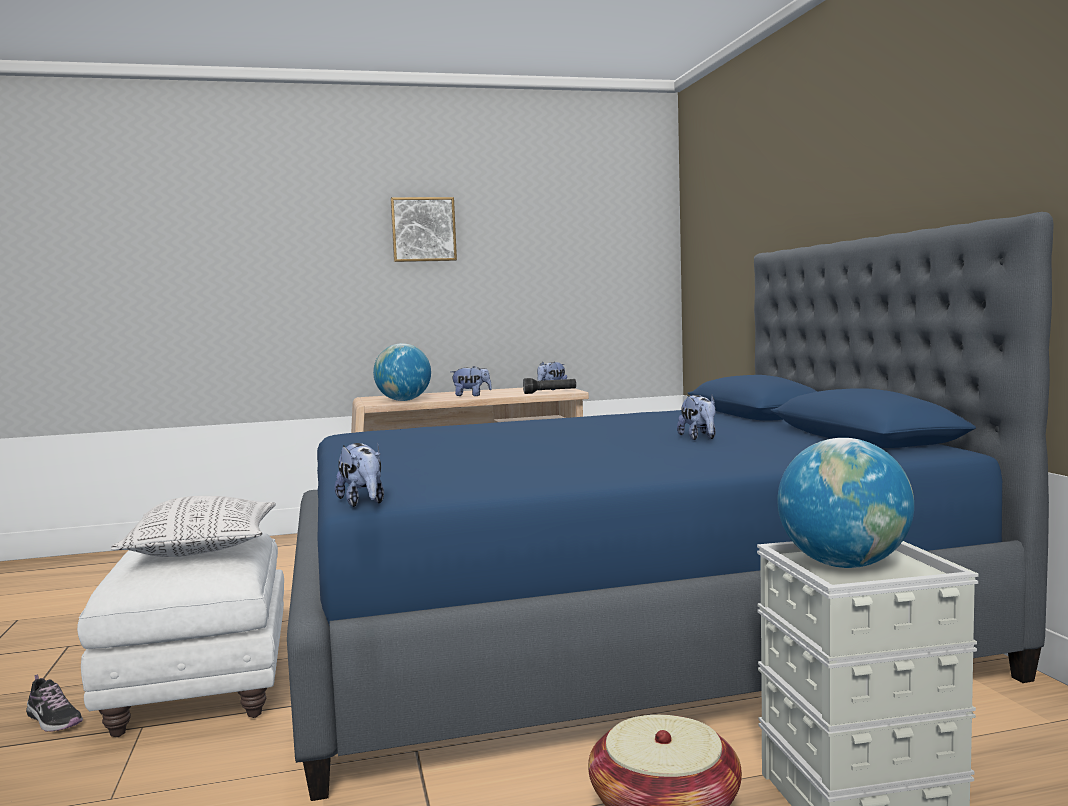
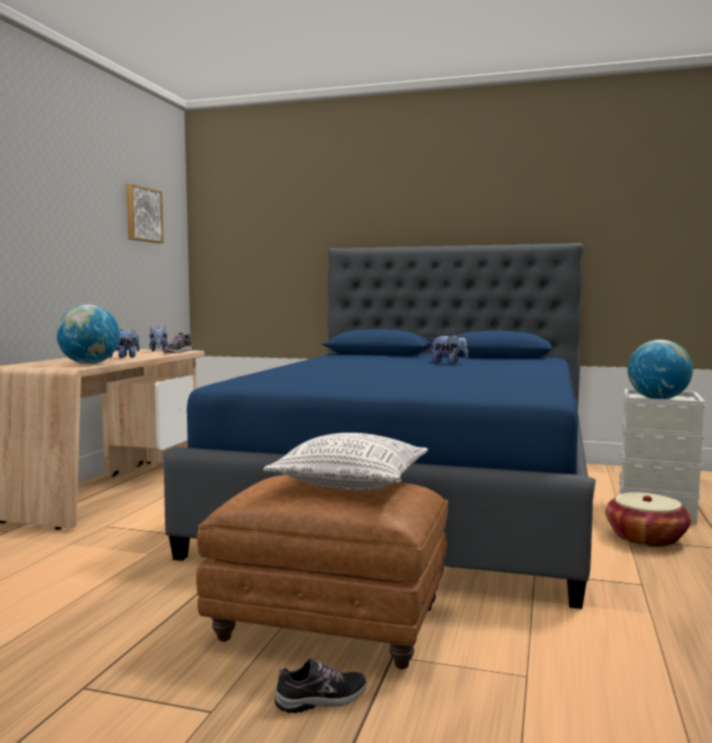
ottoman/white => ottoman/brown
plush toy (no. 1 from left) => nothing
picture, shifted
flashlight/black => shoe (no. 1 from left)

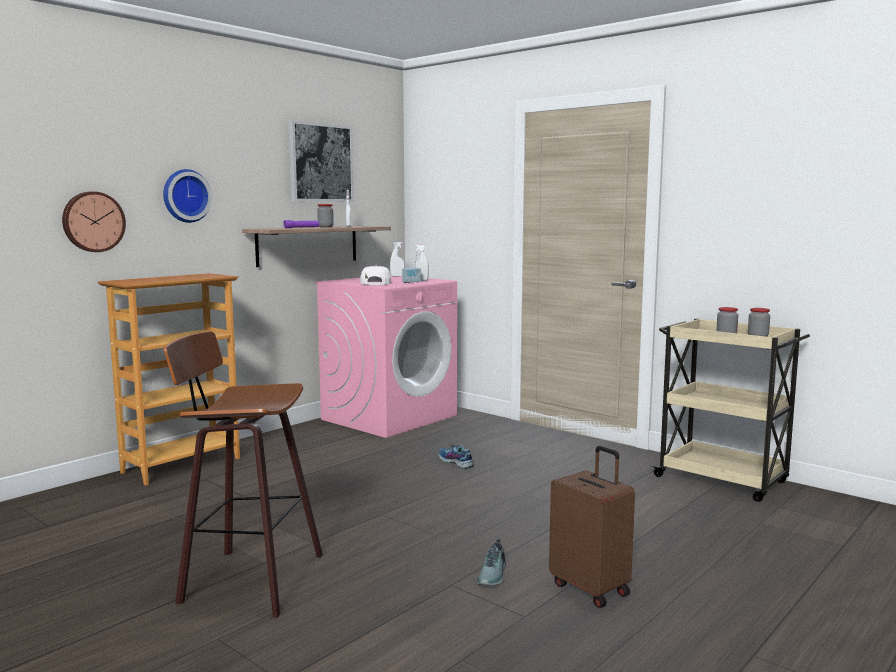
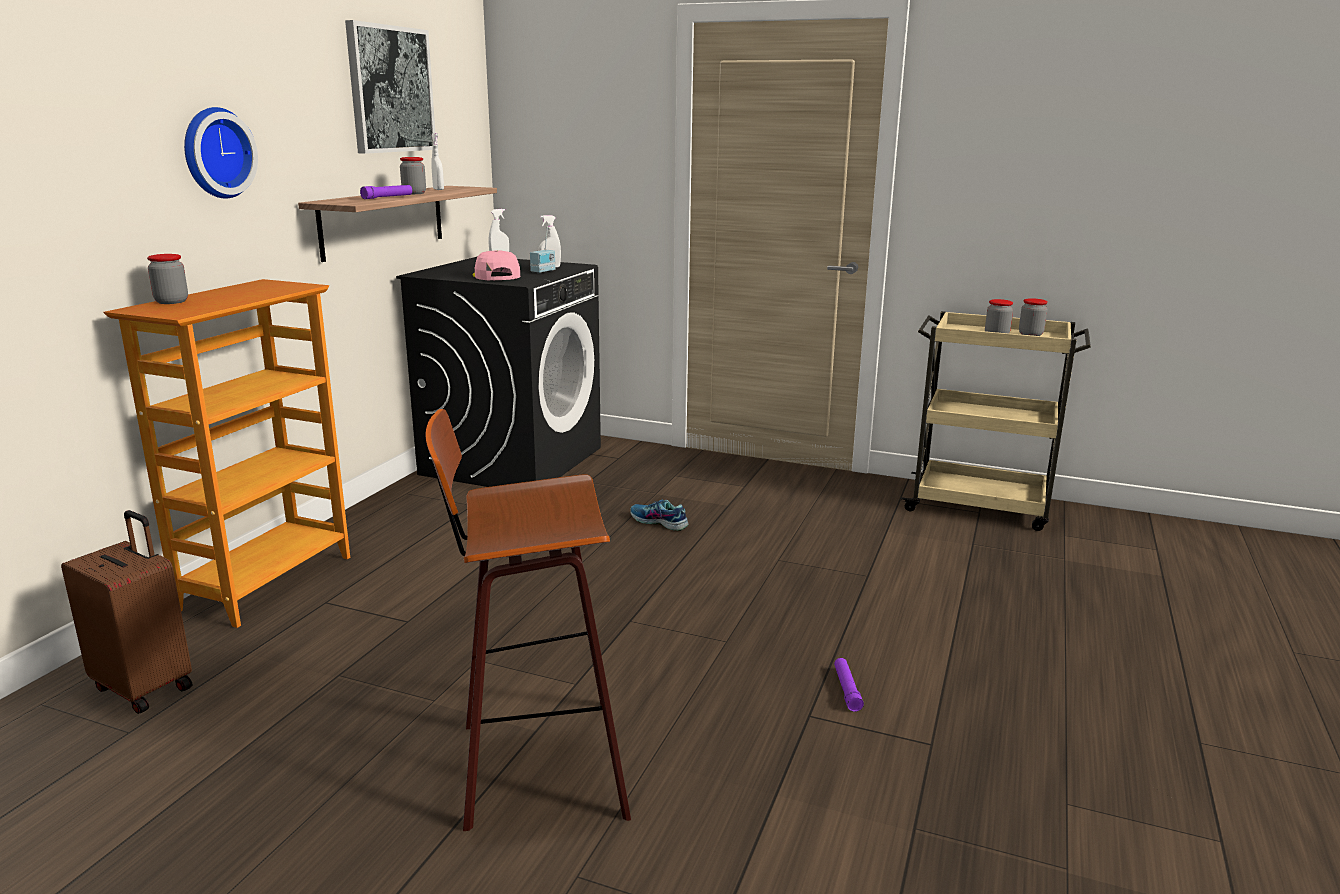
wall clock (no. 1 from left) => nothing
washing machine/pink => washing machine/black
cap/white => cap/pink
shoe (no. 2 from left) => flashlight/purple (no. 2 from left)
suitcase/brown, shifted
nothing => jar (no. 1 from left)

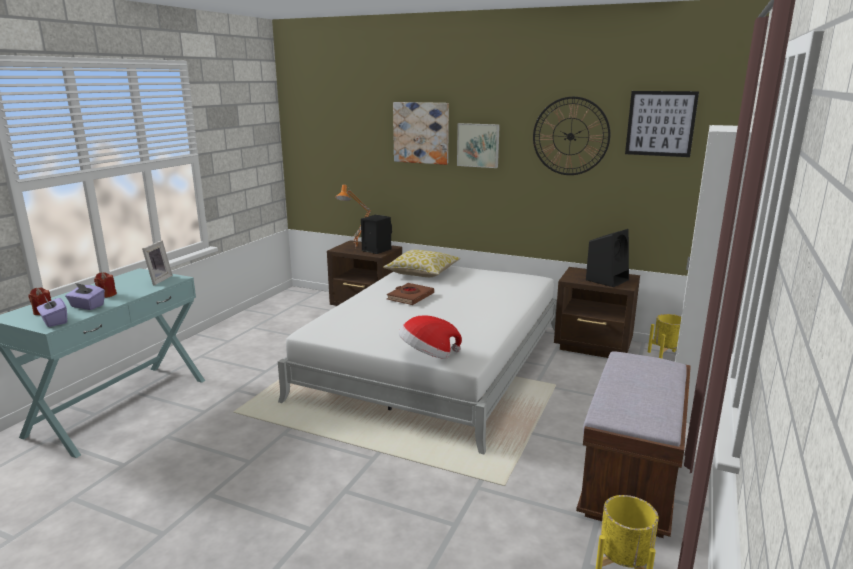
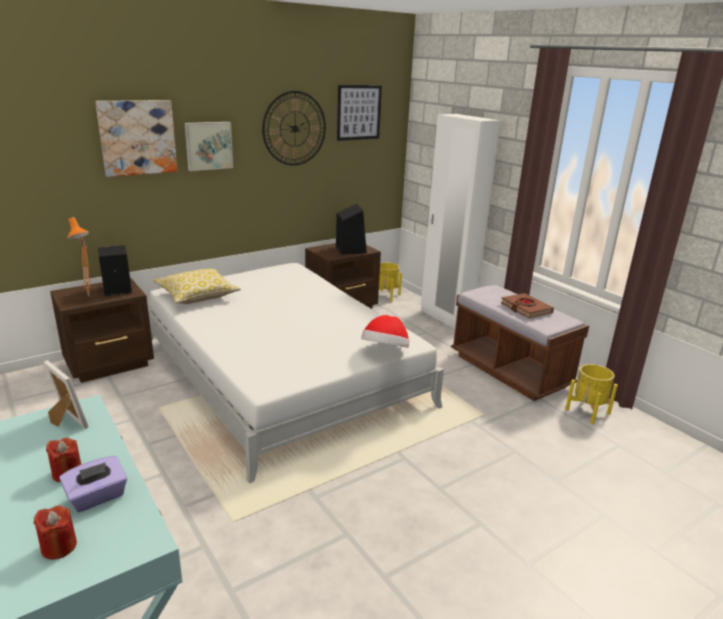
tissue box/purple (no. 1 from left) => nothing
book/brown, shifted

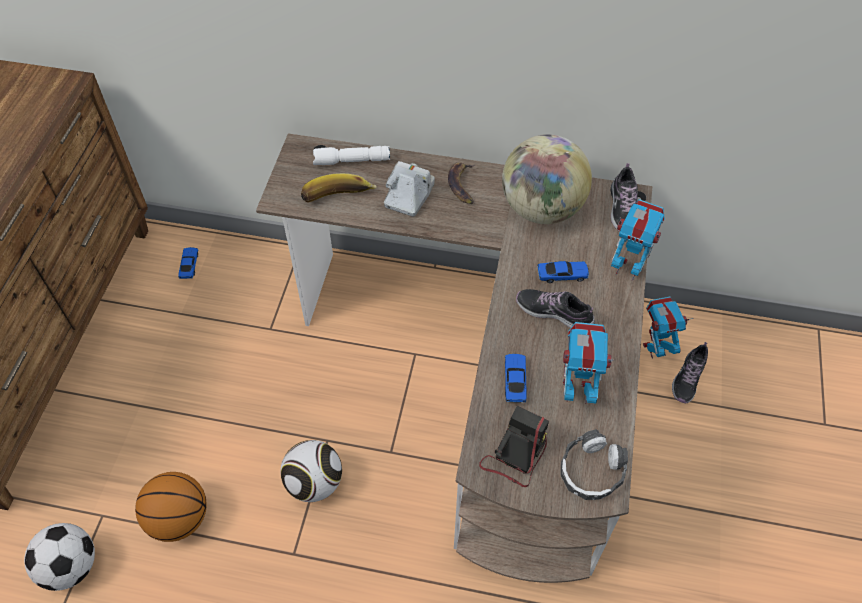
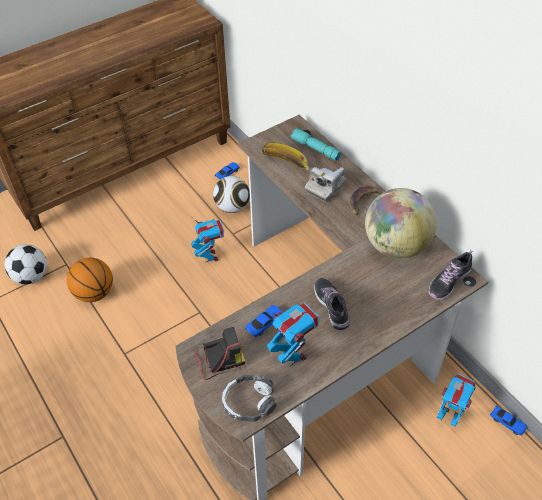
football (no. 2 from left), shifted
flashlight/white => flashlight/turquoise
photo camera (no. 1 from left in the first image) => photo camera (no. 2 from left), 150 degrees clockwise
toy car (no. 3 from left), shifted
toy robot (no. 2 from left in the first image) => toy robot (no. 1 from left), shifted
shoe (no. 3 from left) => nothing

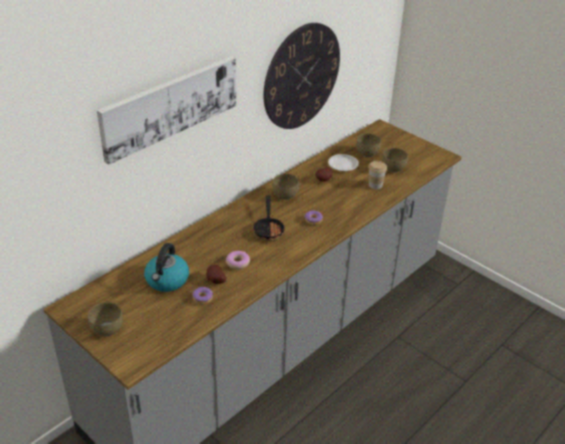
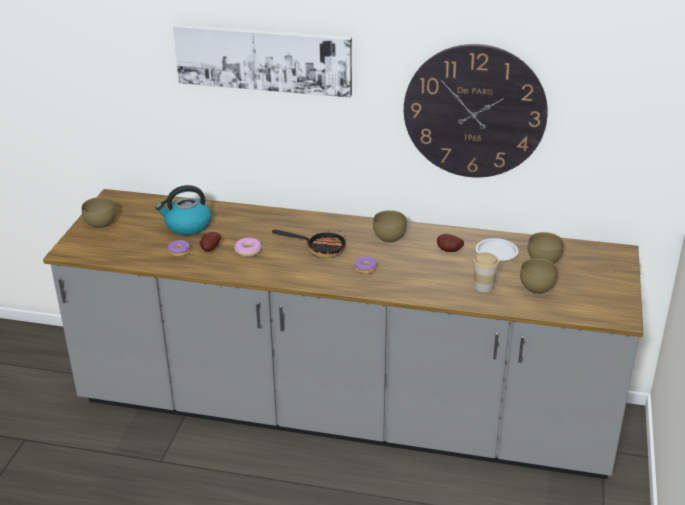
frying pan, 135 degrees counterclockwise

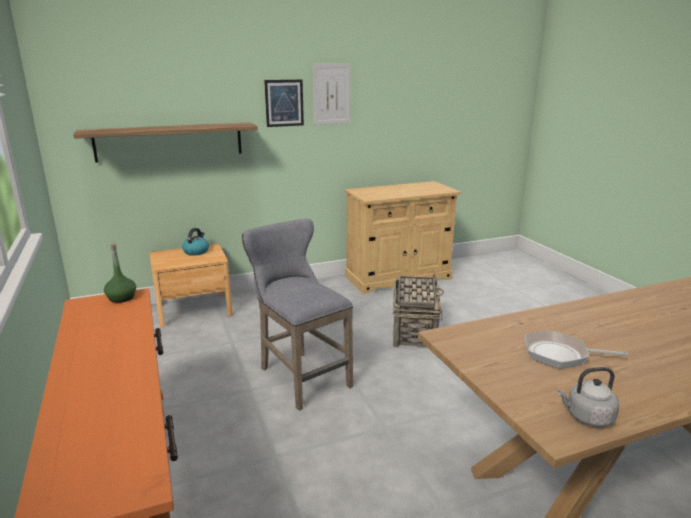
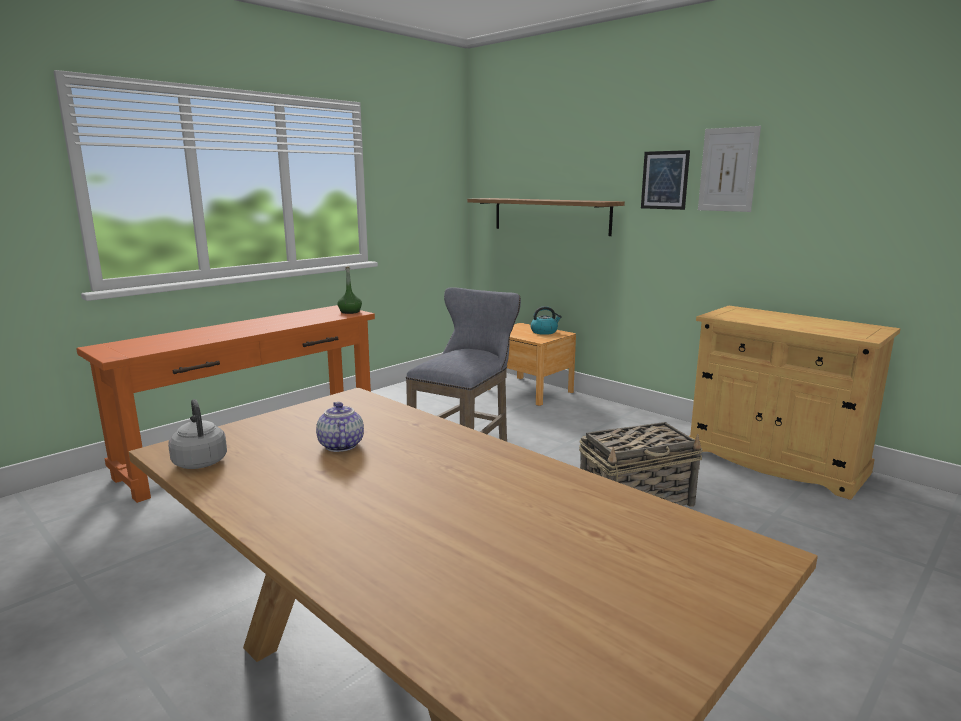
frying pan => teapot

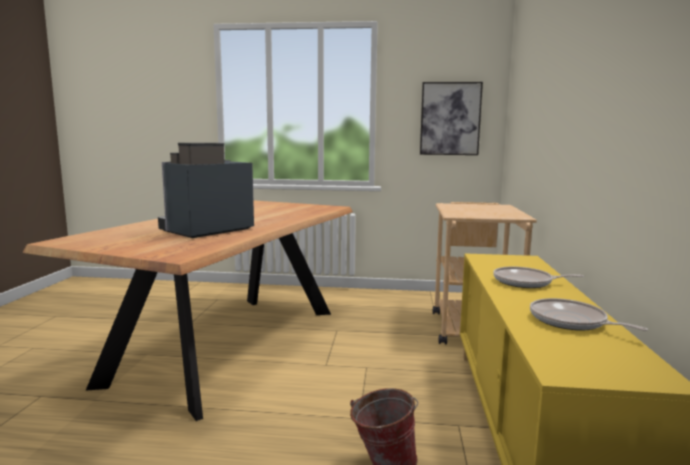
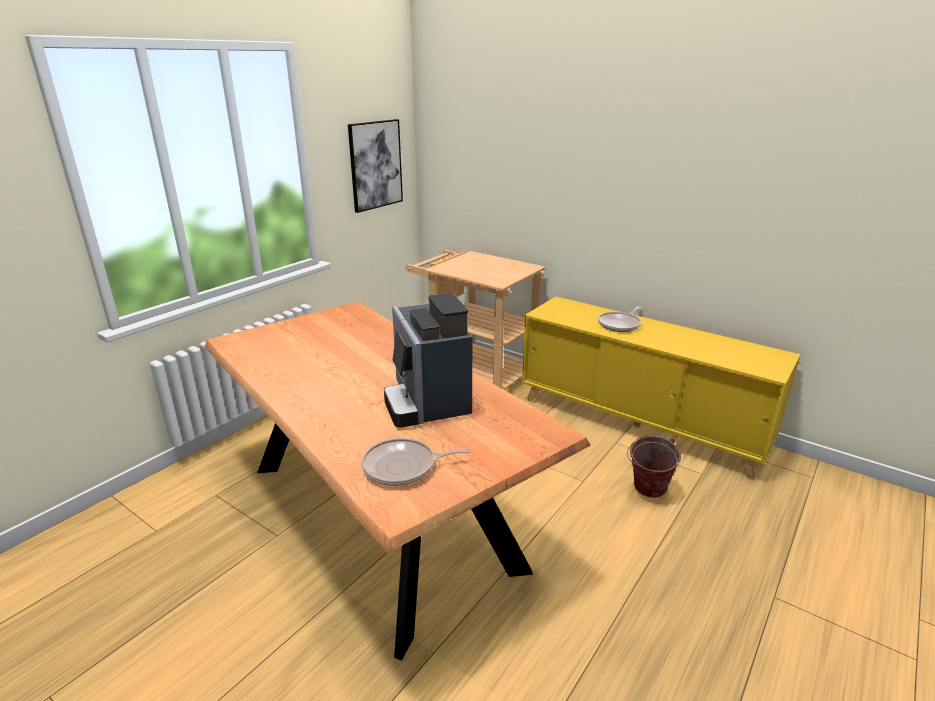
frying pan (no. 2 from left in the first image) => frying pan (no. 1 from left), shifted

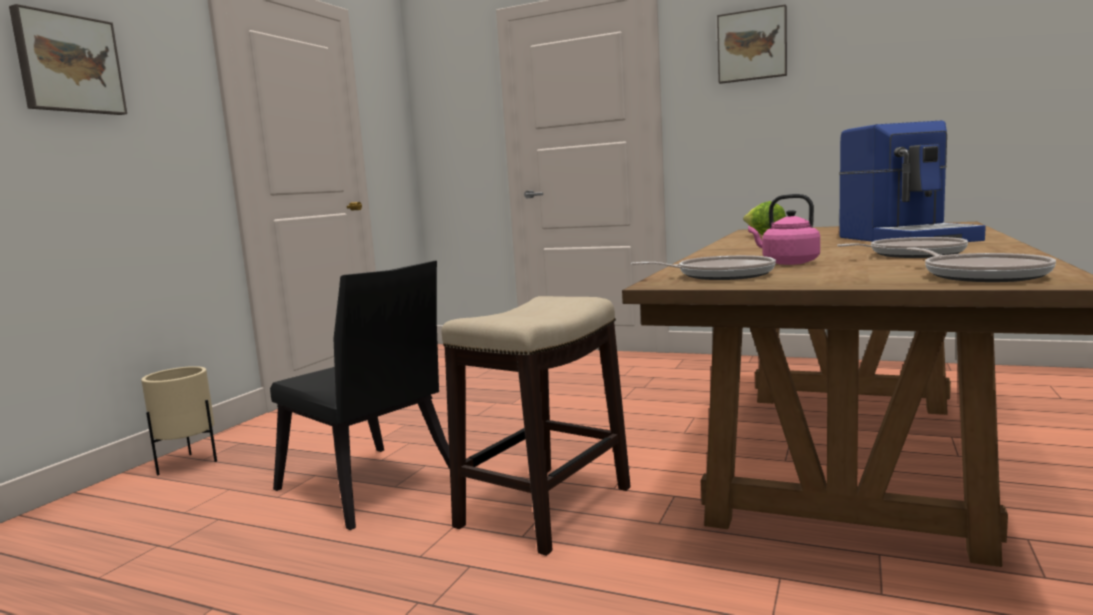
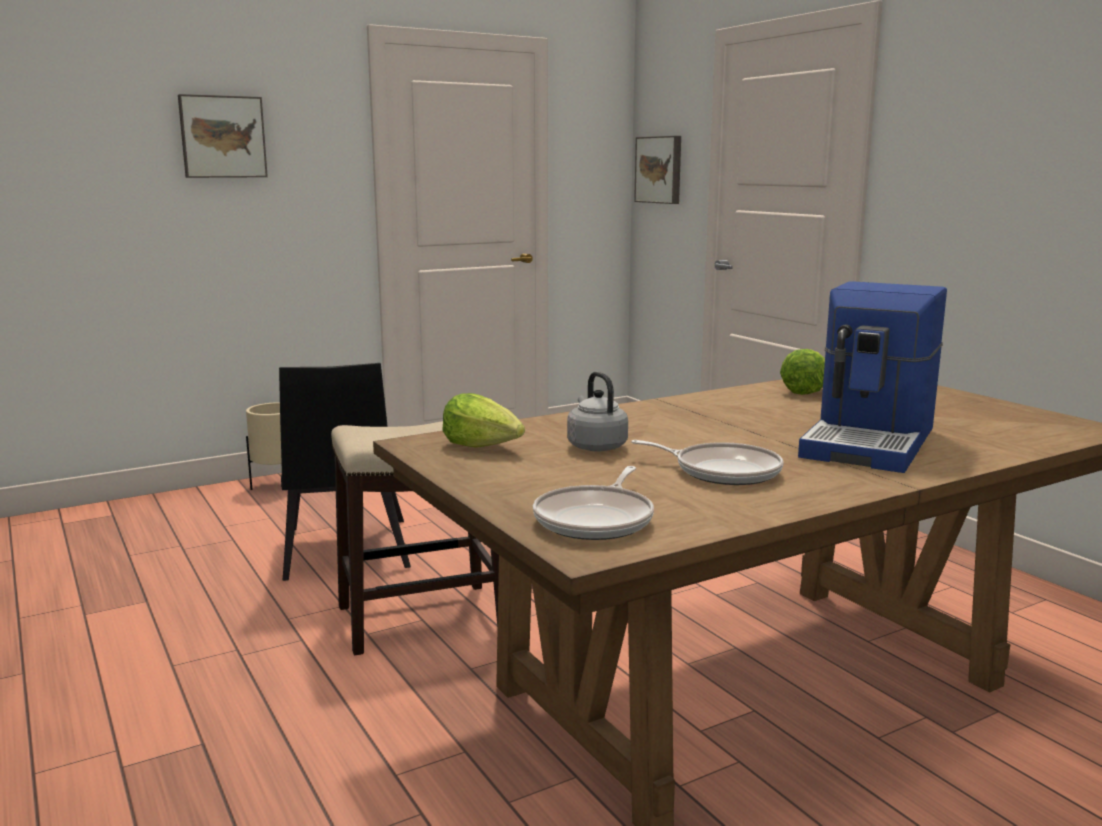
frying pan (no. 1 from left) => lettuce (no. 1 from left)
picture (no. 2 from left), shifted
kettle/pink => kettle/grey

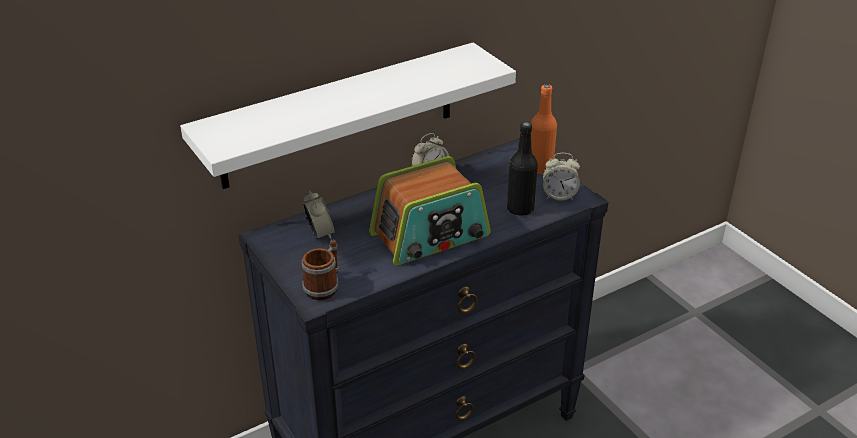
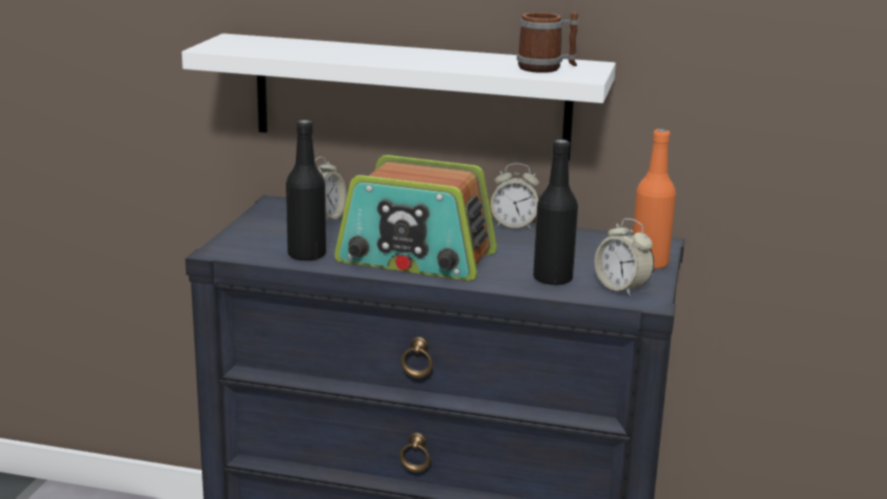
mug, shifted
nothing => bottle/black (no. 1 from left)

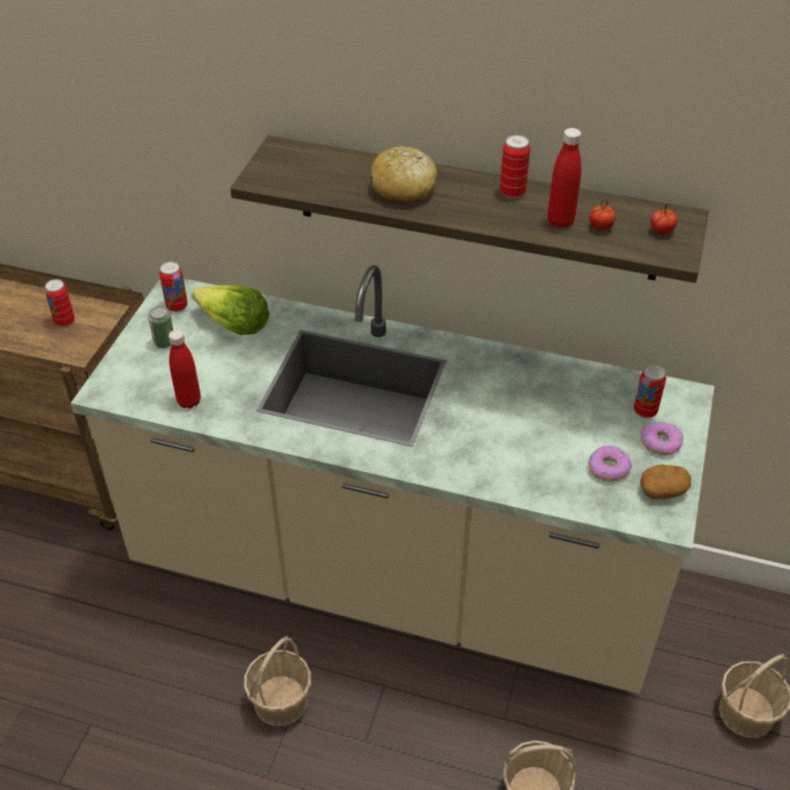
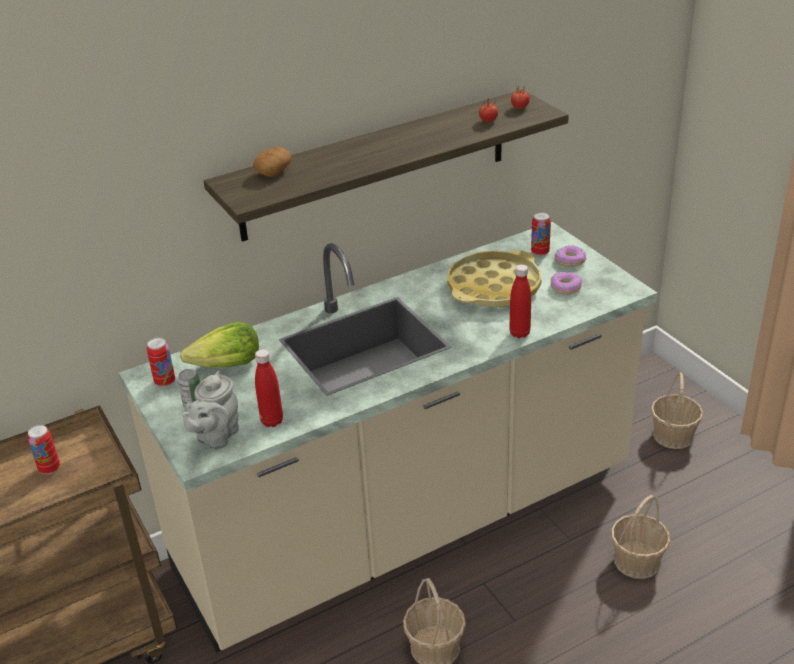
bread => nothing
can (no. 4 from left) => nothing
bottle/red (no. 2 from left), shifted
potato, shifted
nothing => teapot/grey
nothing => tray/yellow

